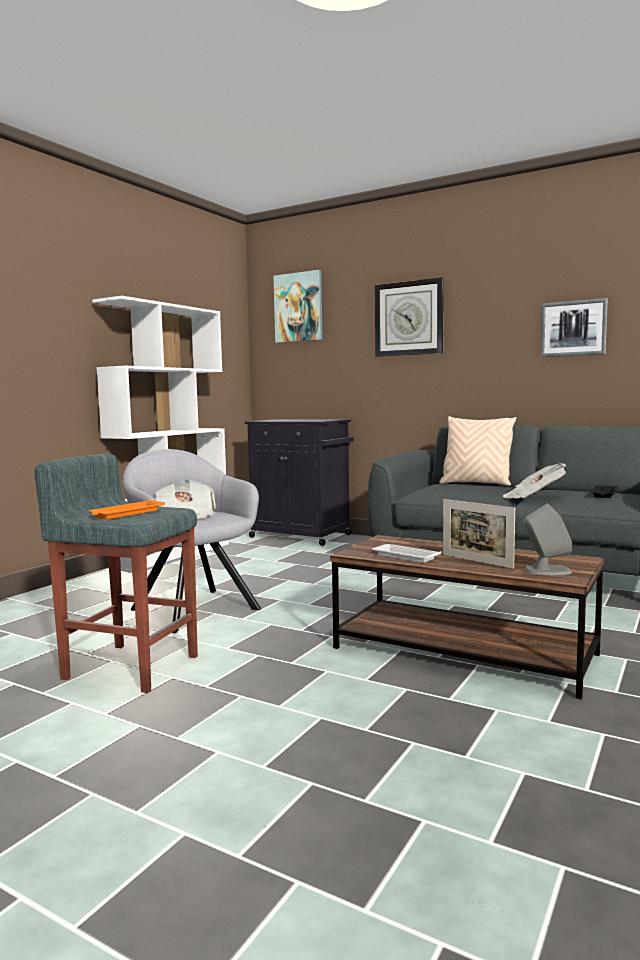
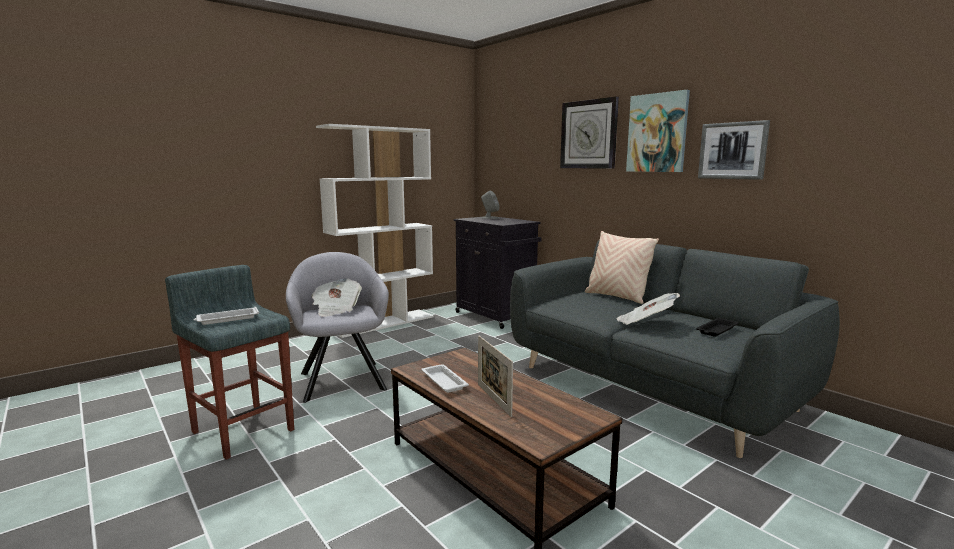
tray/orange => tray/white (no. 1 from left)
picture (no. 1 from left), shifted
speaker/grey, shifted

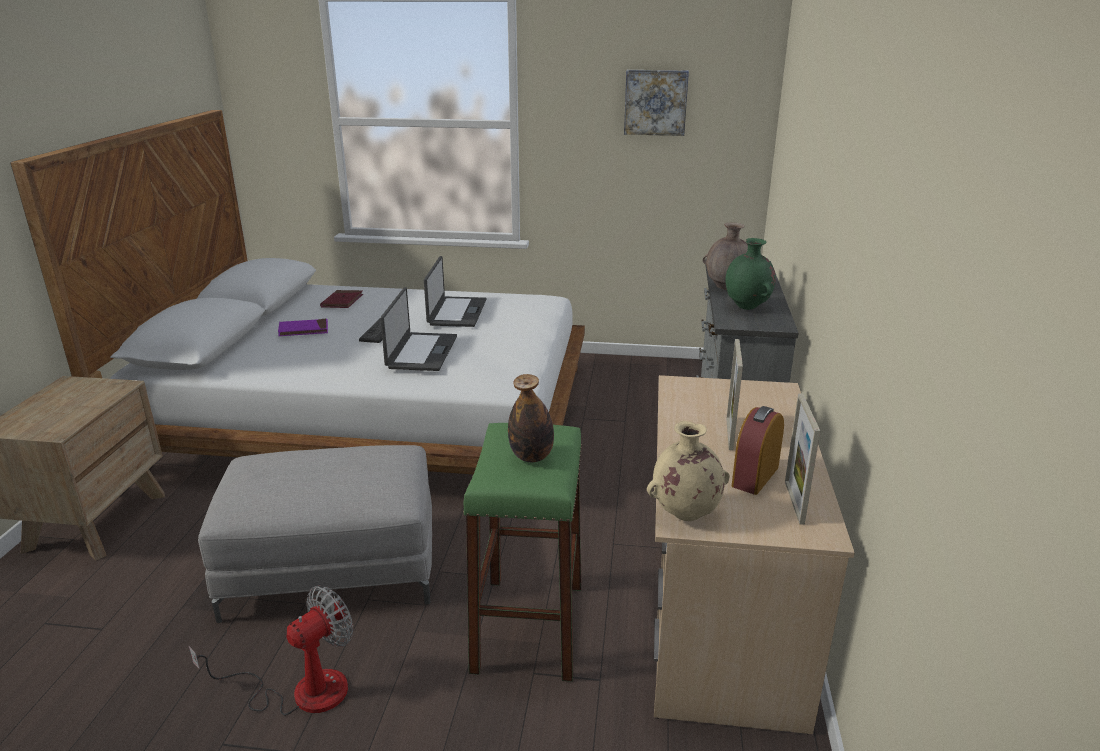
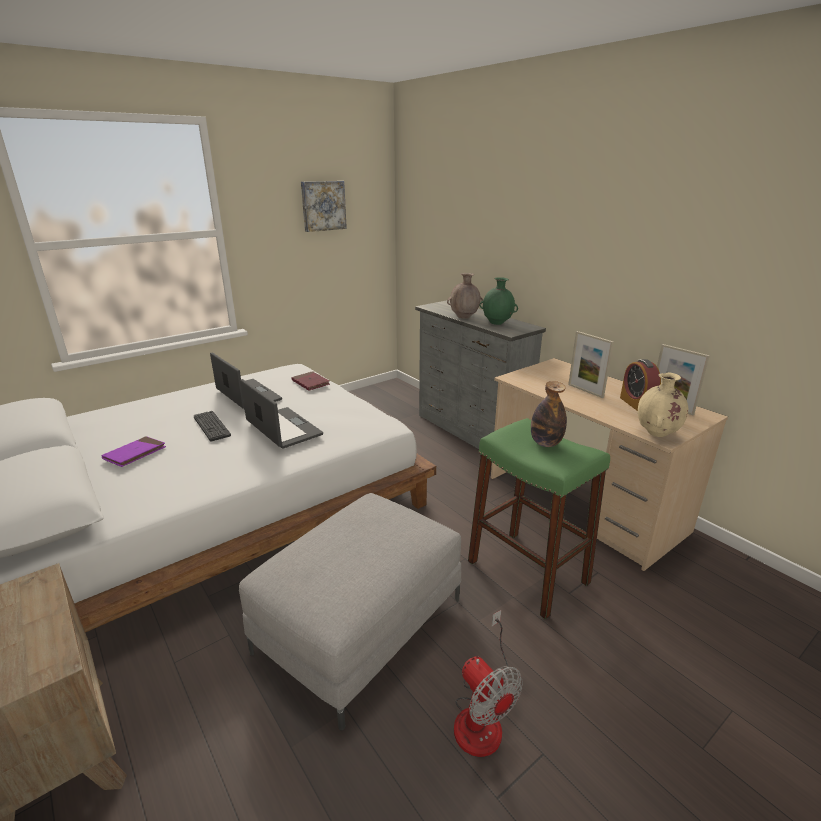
fan, 150 degrees clockwise
book/red, shifted

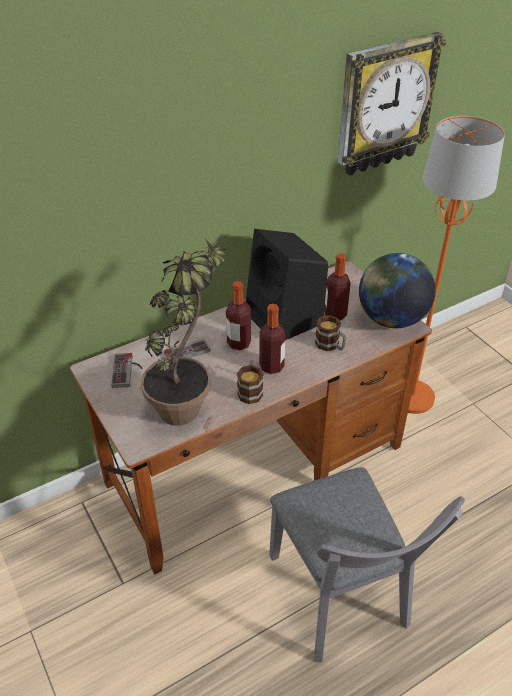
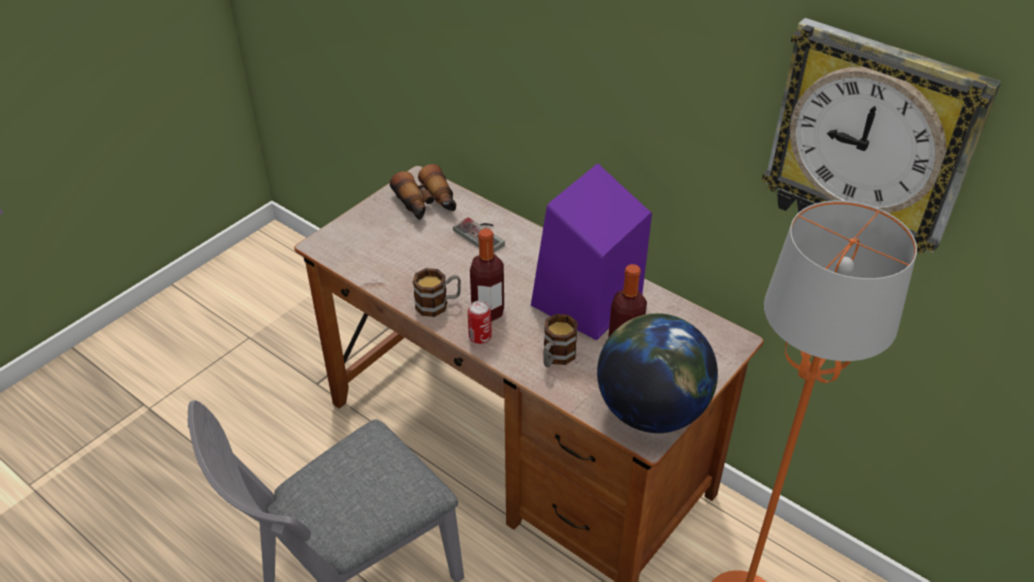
game controller (no. 1 from left) => binoculars
potted plant => nothing
bottle (no. 1 from left) => nothing
speaker/black => speaker/purple
nothing => can

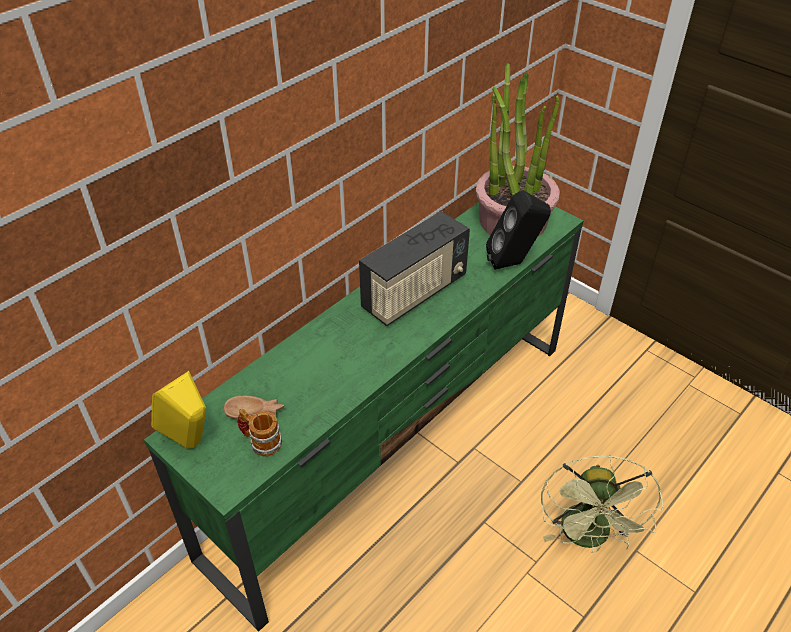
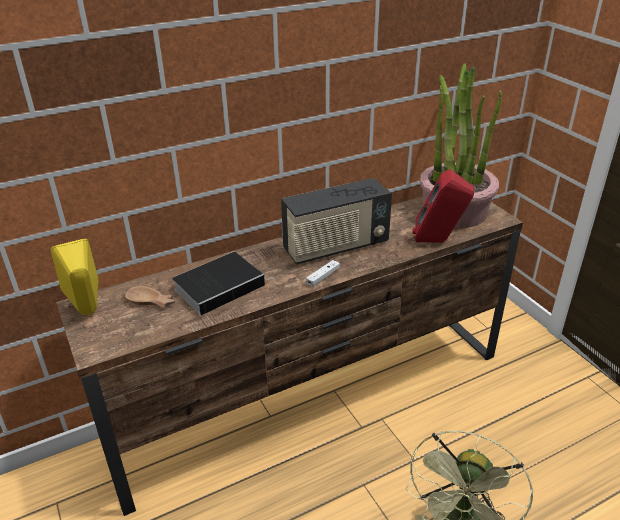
tv stand/green => tv stand/brown
mug => nothing
speaker/black => speaker/red
nothing => book
nothing => game controller/white

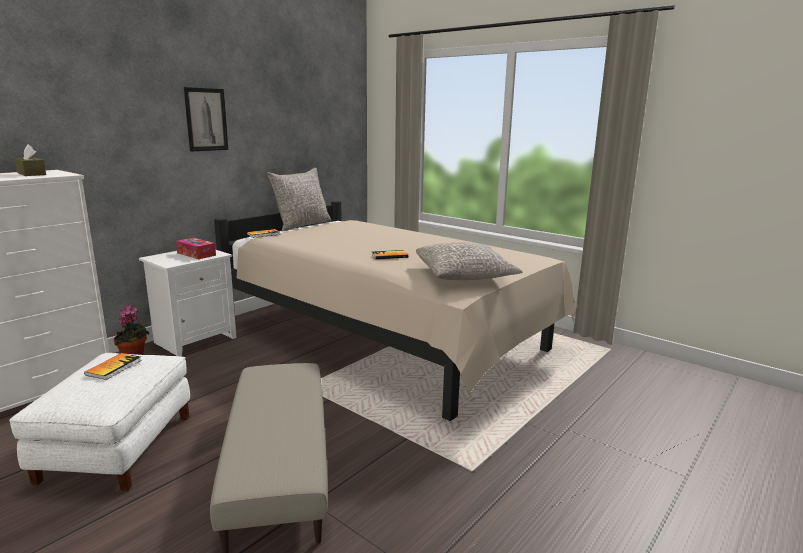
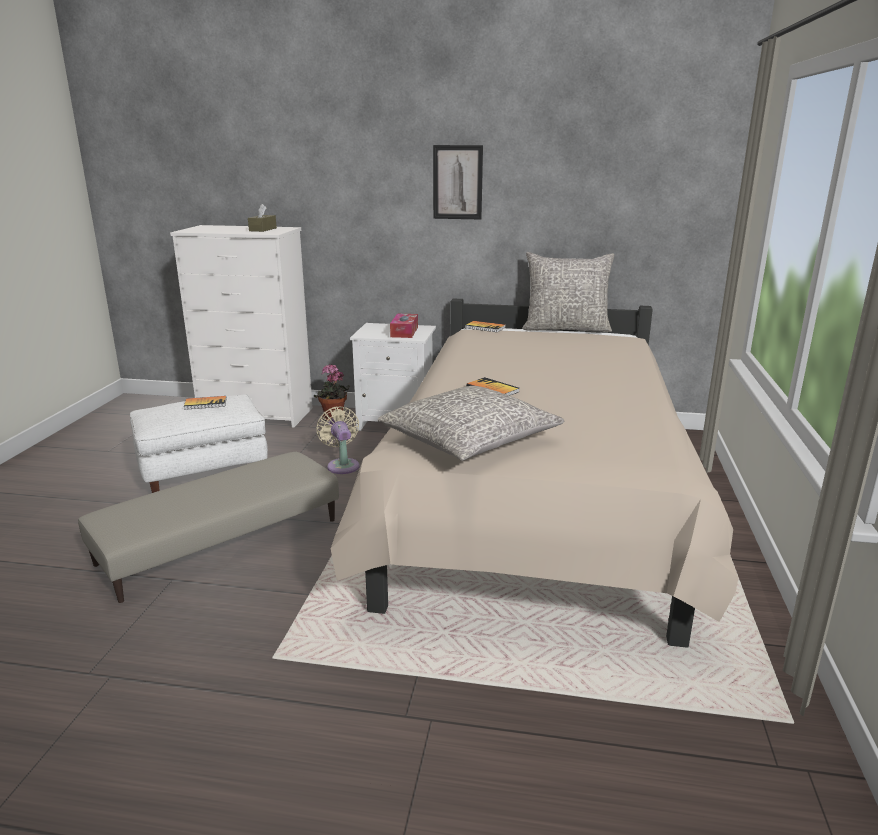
nothing => fan/beige

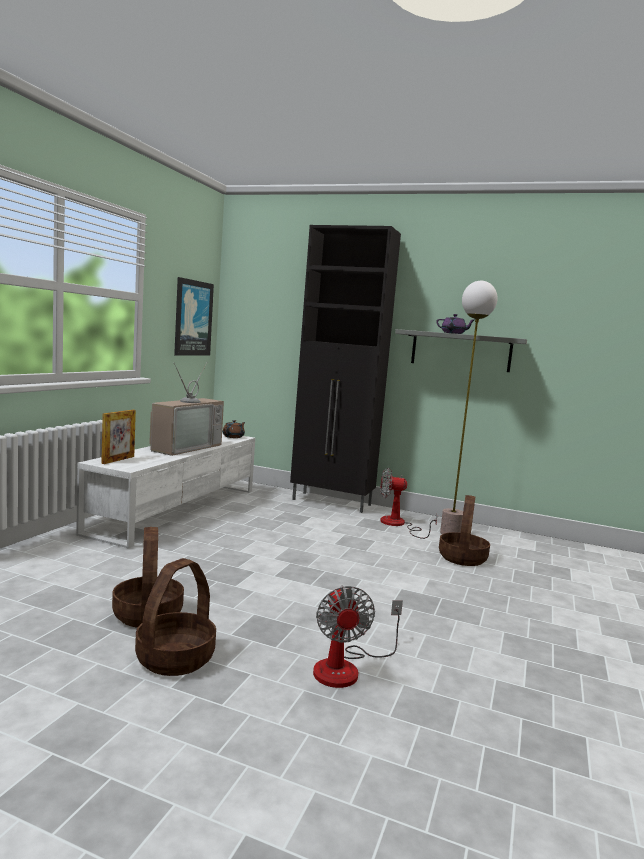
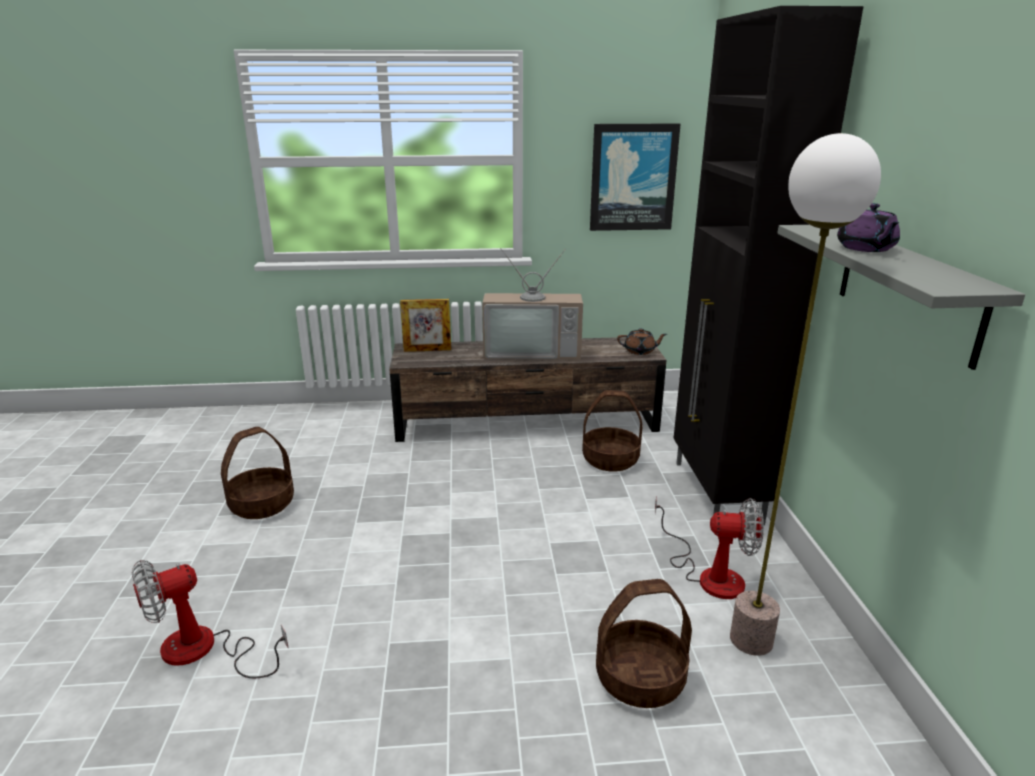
tv stand/white => tv stand/brown
basket (no. 2 from left), shifted
fan (no. 2 from left), 120 degrees clockwise

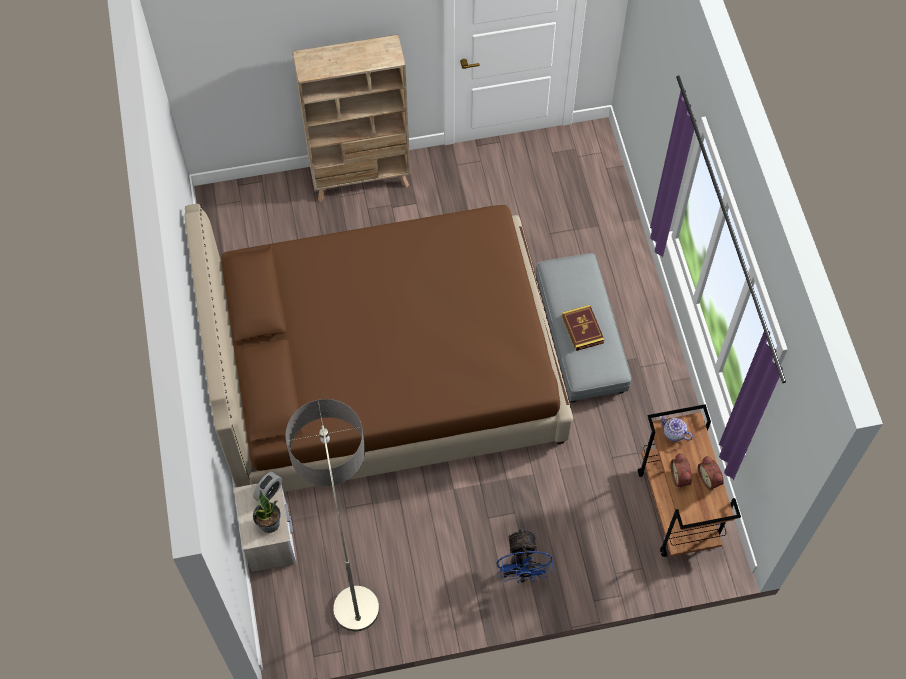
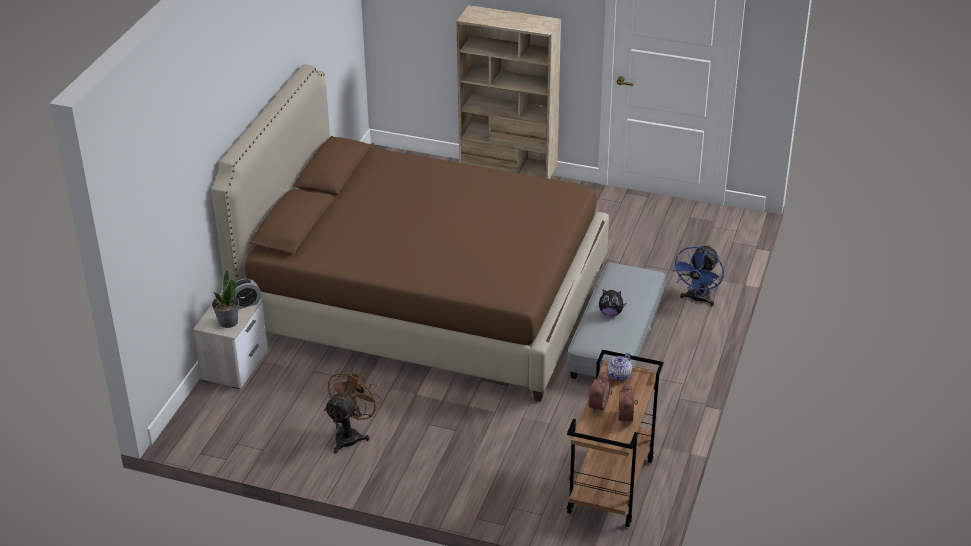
floor lamp => nothing
fan/blue, shifted
book => plush toy
teapot, 120 degrees counterclockwise
nothing => fan/brown

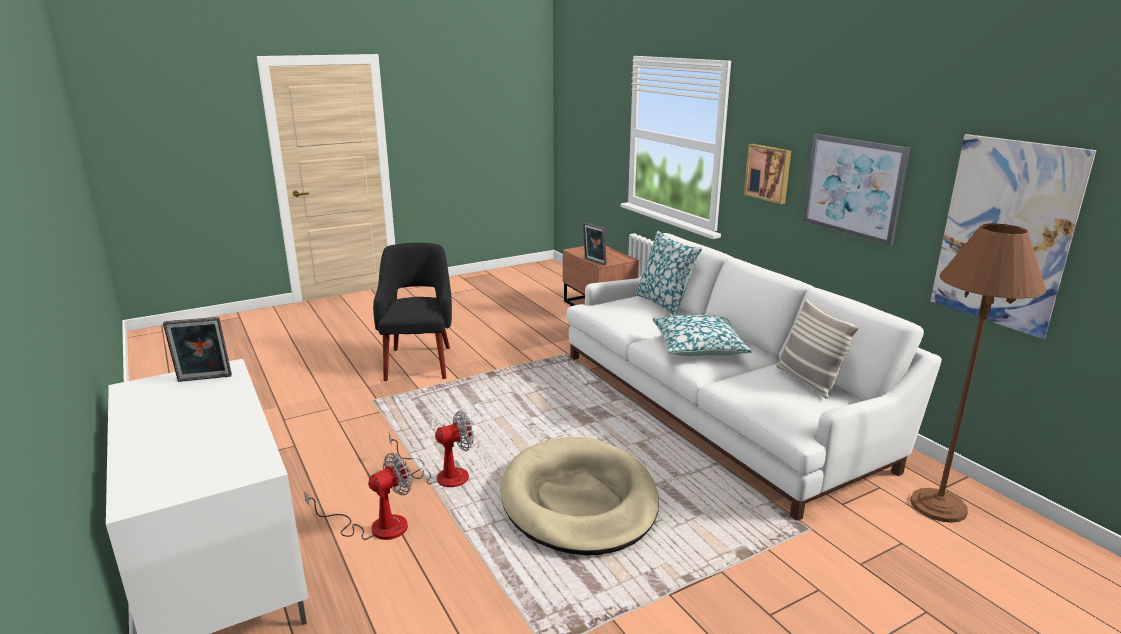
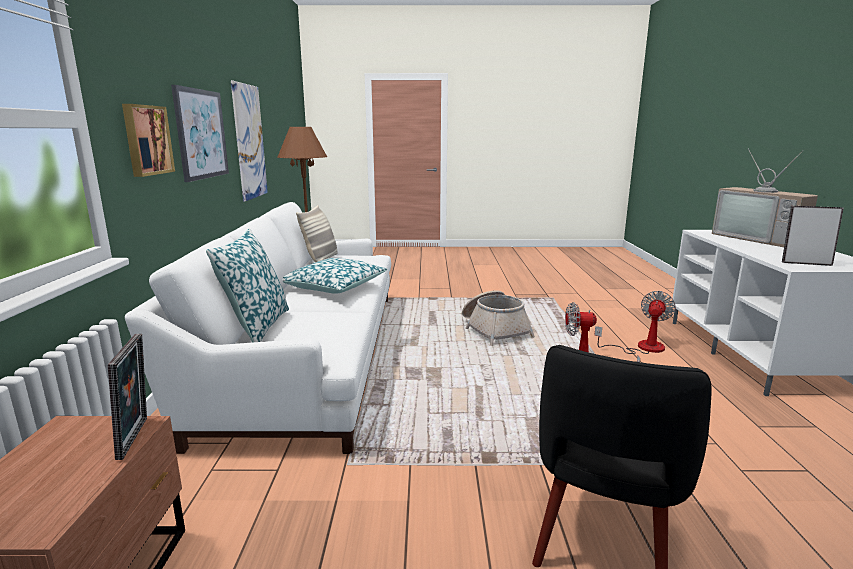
fan (no. 1 from left in the first image) => fan (no. 2 from left), 135 degrees clockwise
dog bed/beige => basket
nothing => television

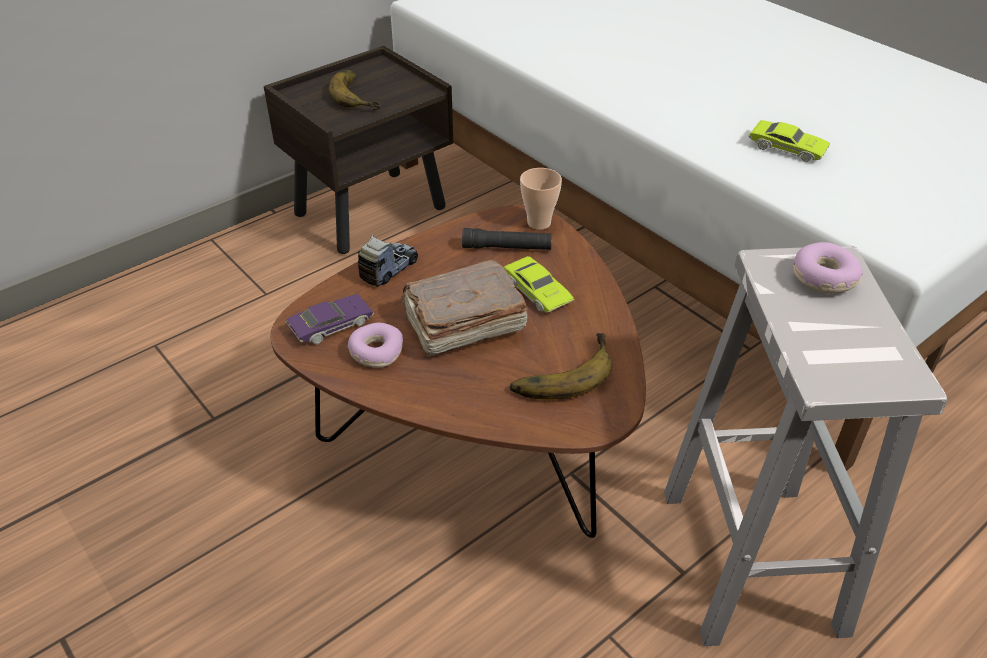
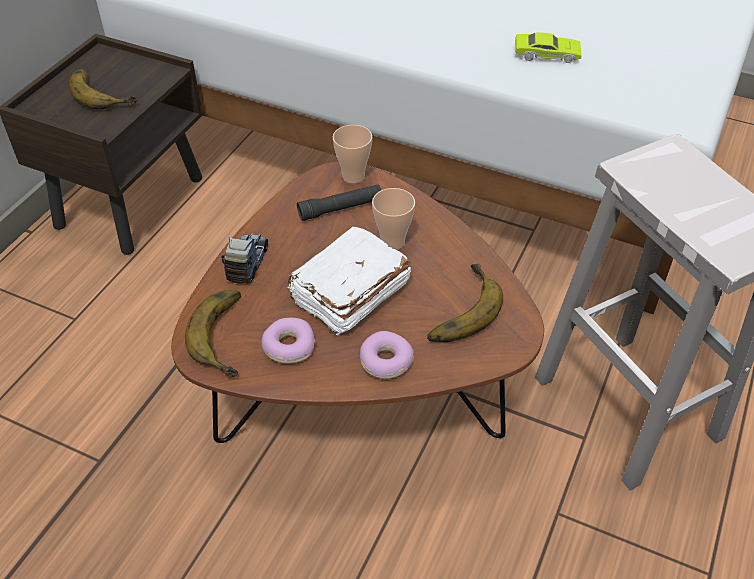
toy car/purple => banana (no. 2 from left)
book/brown => book/white
toy car/green (no. 1 from left) => cup (no. 2 from left)
donut (no. 2 from left), shifted

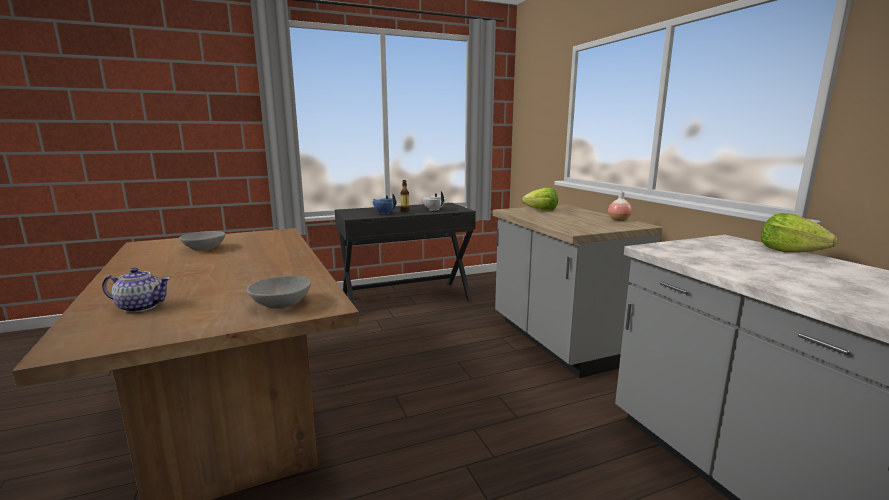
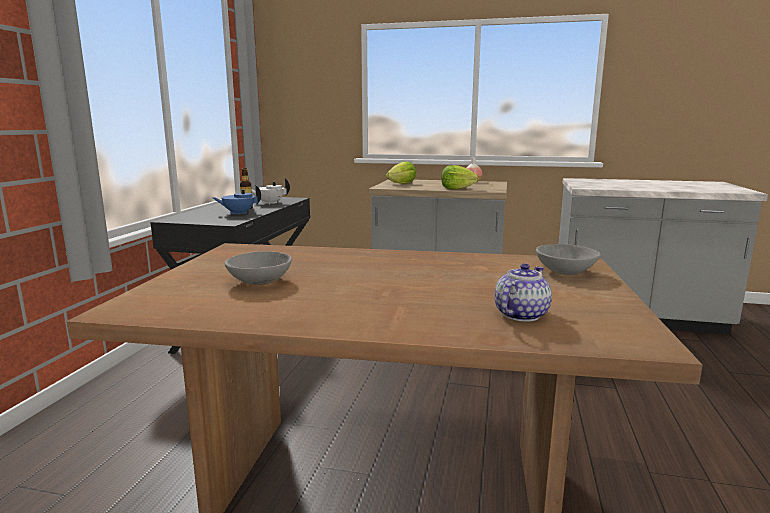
lettuce (no. 2 from left), shifted

